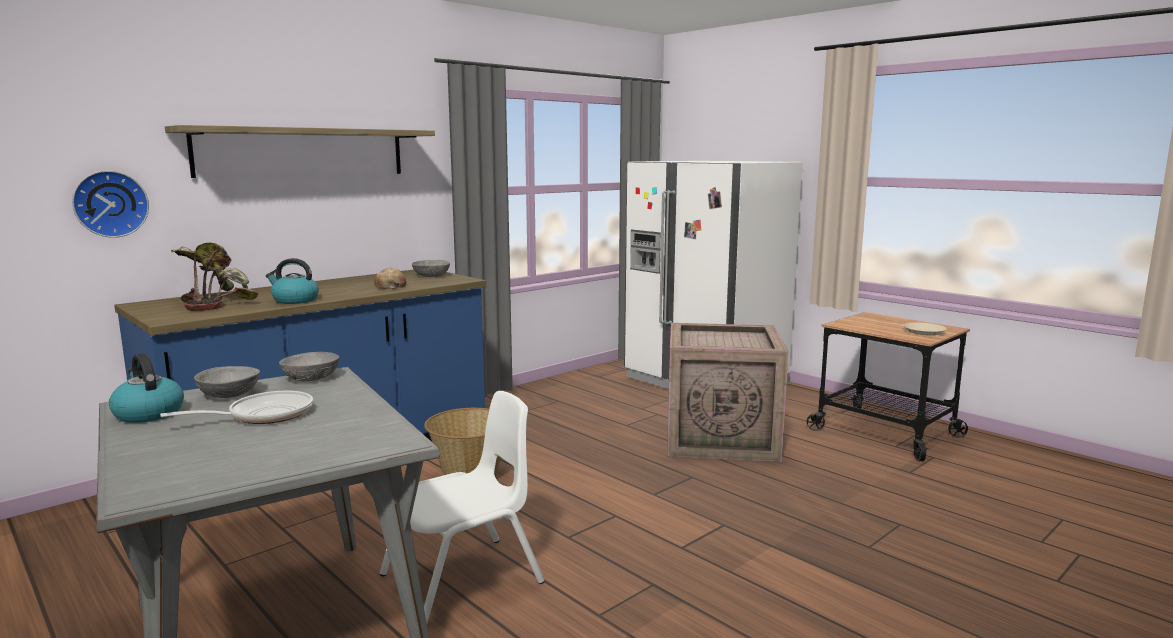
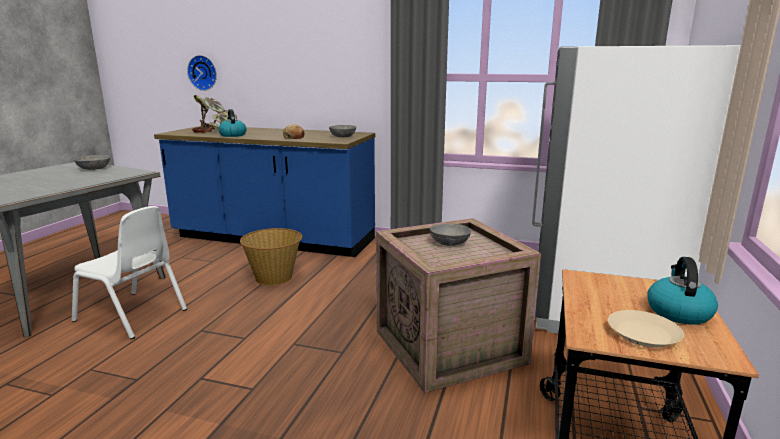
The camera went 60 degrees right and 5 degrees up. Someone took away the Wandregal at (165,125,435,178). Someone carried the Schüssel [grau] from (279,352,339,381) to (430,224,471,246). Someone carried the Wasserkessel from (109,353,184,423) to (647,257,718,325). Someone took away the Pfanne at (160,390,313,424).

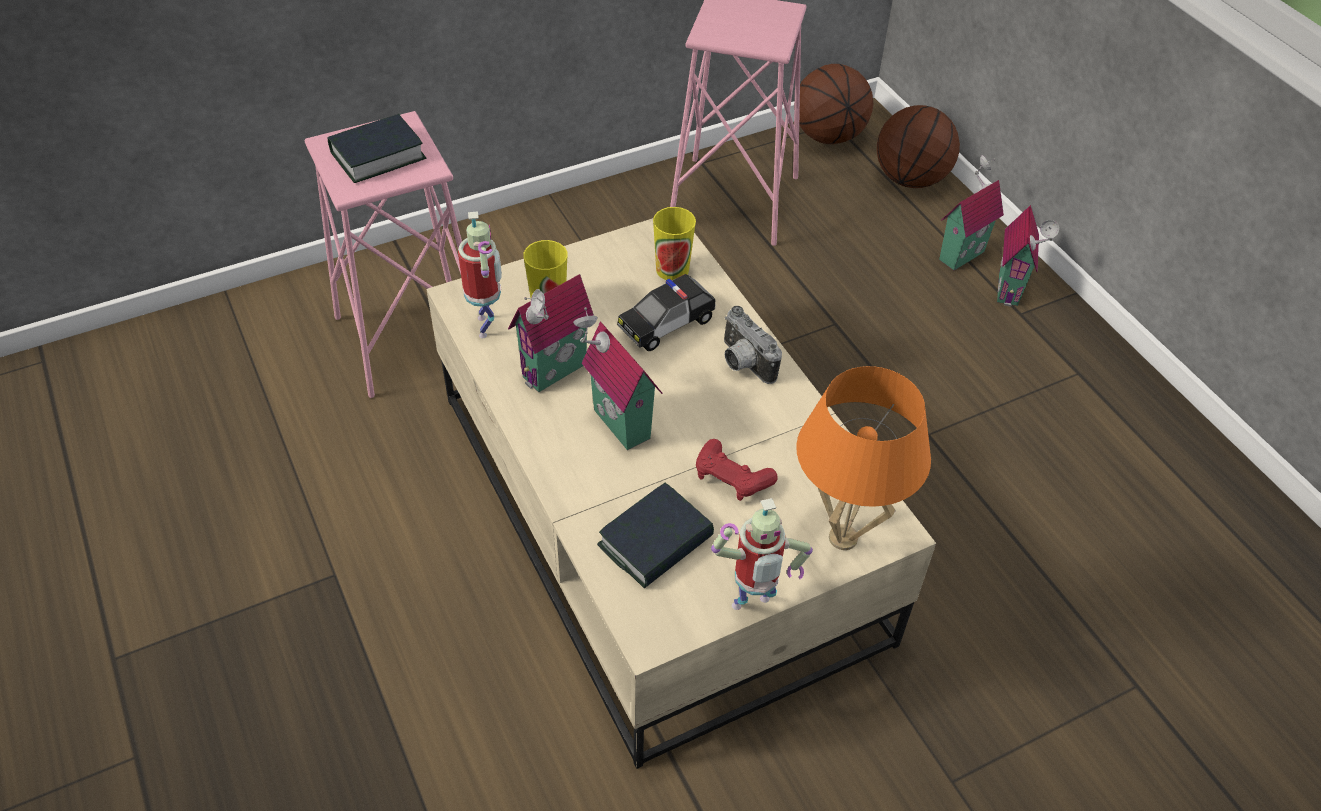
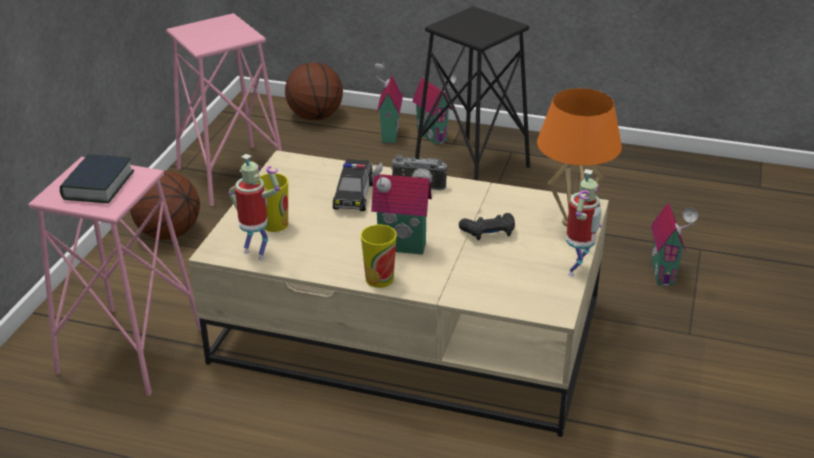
The camera went 45 degrees left and 15 degrees down. Someone carried the Basketball from (794,64,873,144) to (130,171,200,240). Someone carried the Tasse from (653,207,696,280) to (361,225,397,288). Someone carried the Spielzeughaus from (508,274,594,392) to (651,202,698,287). Someone repainted the Gamepad [rot] at (696,439,777,501), which became the Gamepad [schwarz] at (459,213,515,240). Someone took away the Buch at (597,482,714,588). Someone put down the Hocker [schwarz] at (415,6,530,180).

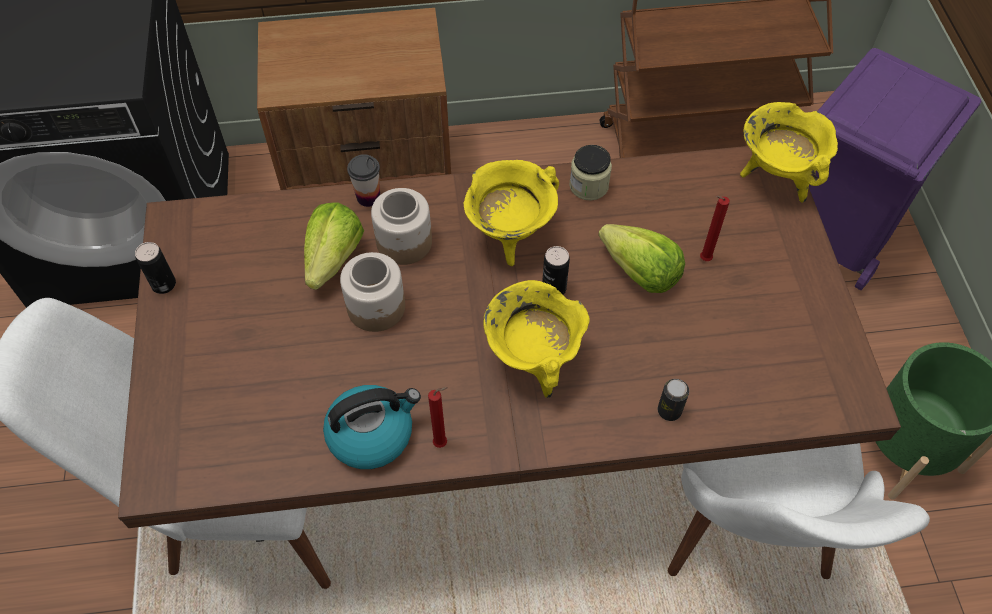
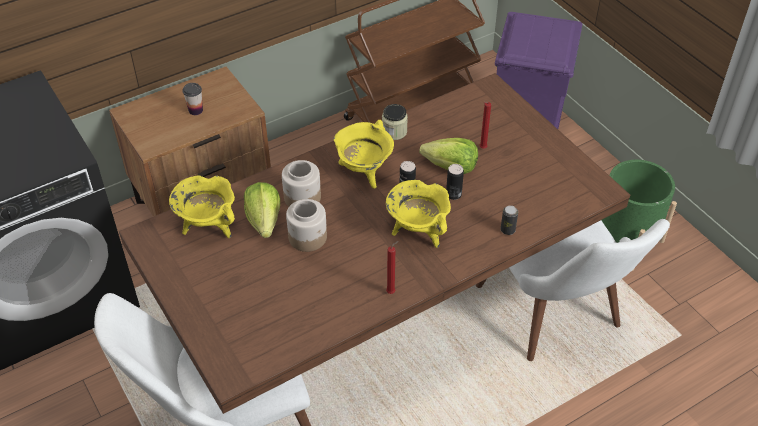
The camera went 25 degrees left and 10 degrees down. Someone carried the Kochtopf [gelb] from (740,102,838,203) to (169,175,235,238). Someone carried the Tasse from (347,154,380,207) to (182,83,203,115). Someone carried the Dose from (135,242,176,294) to (446,164,464,200). Someone took away the Wasserkessel at (323,385,421,469).

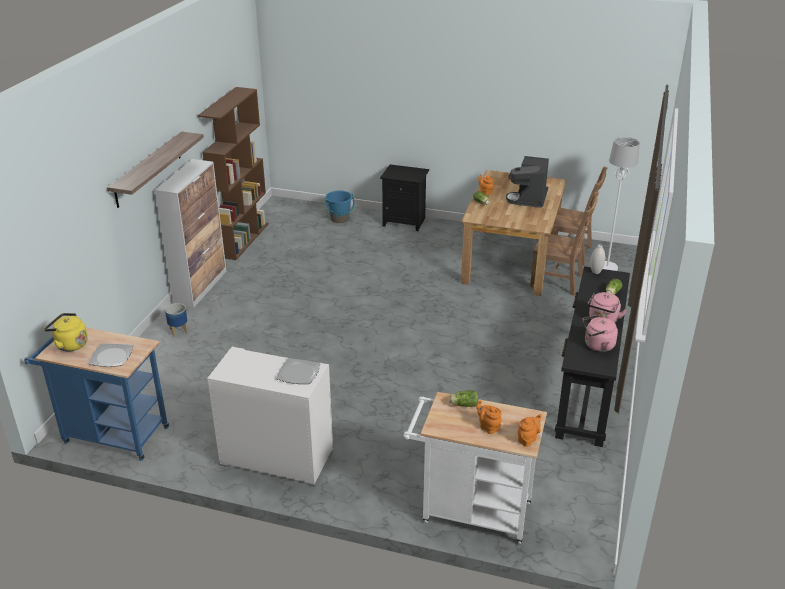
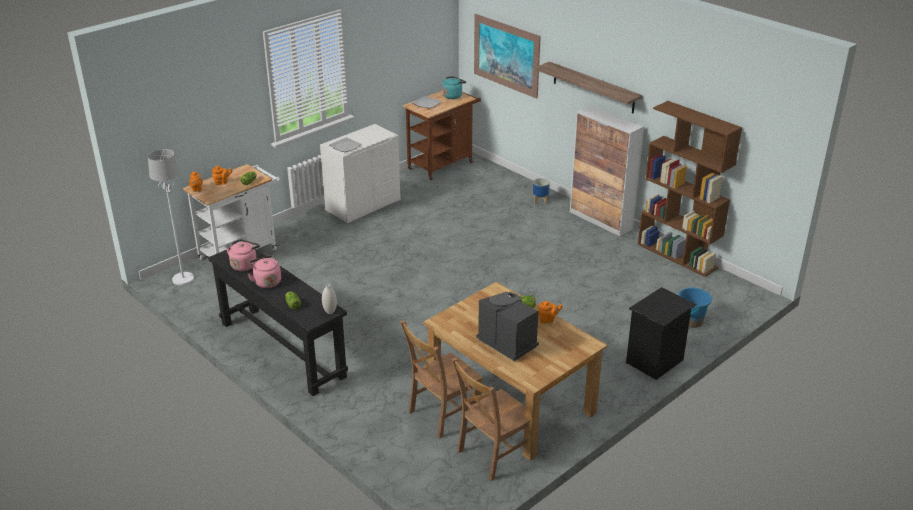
The camera went 120 degrees right and 0 degrees up. Someone carried the Stehlampe [weiß] from (603,137,640,271) to (148,149,194,285). Someone repainted the Wasserkessel [gelb] at (44,313,88,351), which became the Wasserkessel [türkis] at (442,76,466,99). Someone repainted the Rollwagen [blau] at (24,328,169,461), which became the Rollwagen [braun] at (403,91,481,180). Someone put up the Bild at (474,14,541,99).

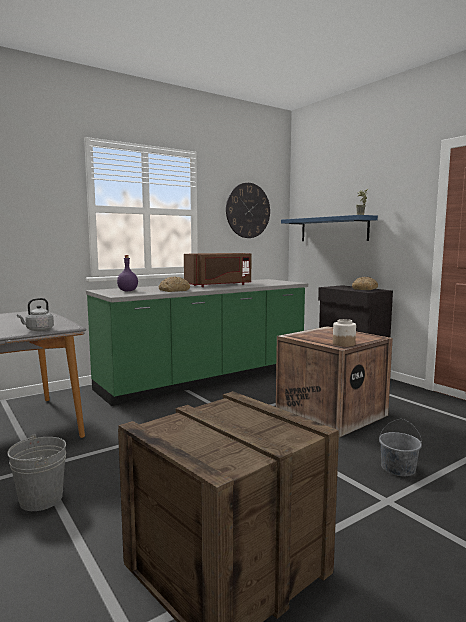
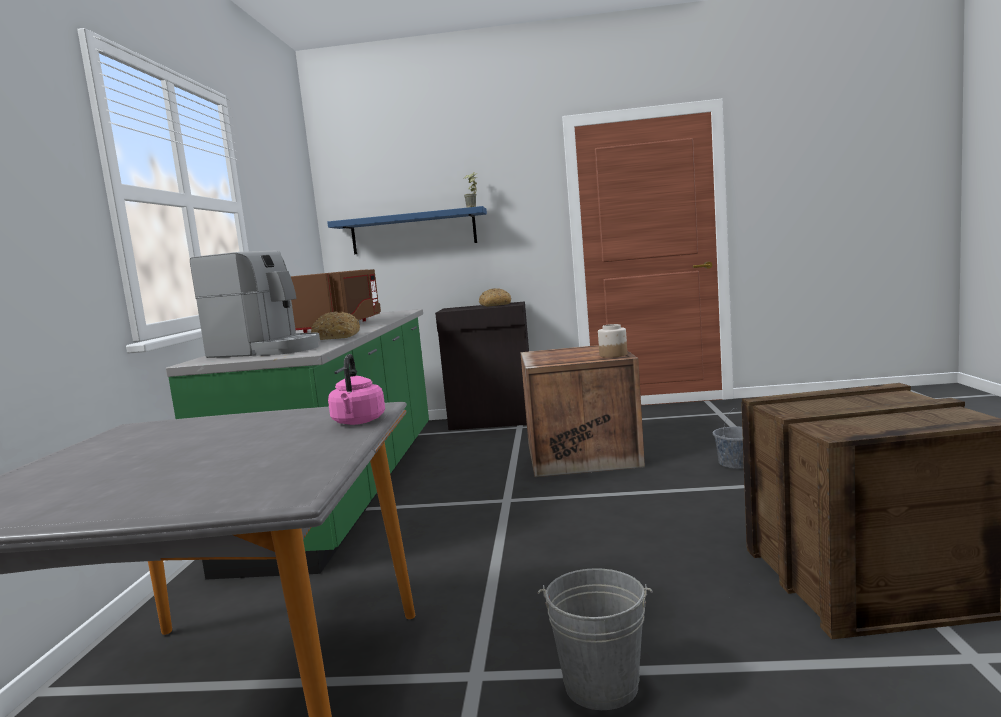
The camera went 50 degrees left and 0 degrees up. Someone took away the Wanduhr at (226,183,270,238). Someone swapped the Flasche [lila] at (117,255,138,291) for the Kaffeemaschine at (190,251,320,358). Someone repainted the Wasserkessel [grau] at (17,298,54,331), which became the Wasserkessel [rosa] at (328,354,385,425).

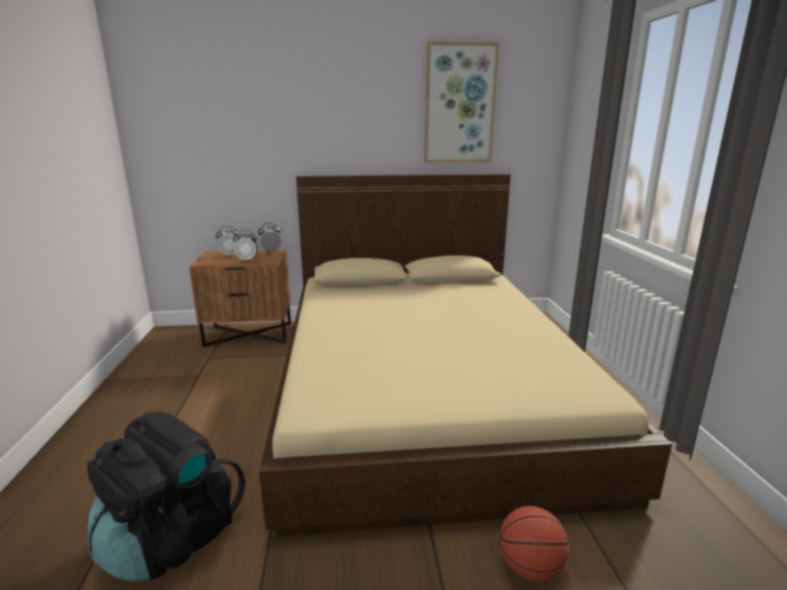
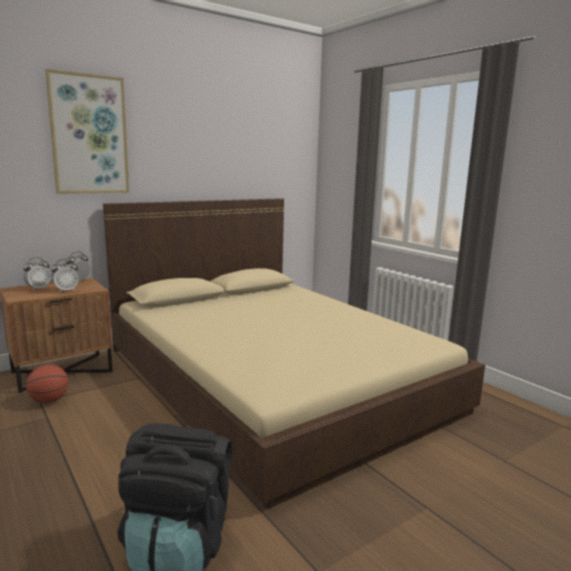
The camera went 30 degrees left and 5 degrees down. Someone carried the Bild from (424,41,499,162) to (45,69,129,194). Someone carried the Basketball from (499,506,569,581) to (26,364,69,403).

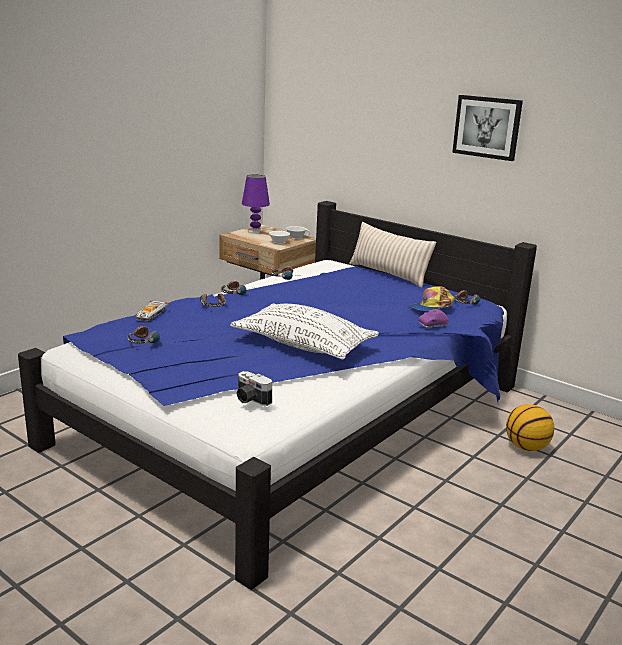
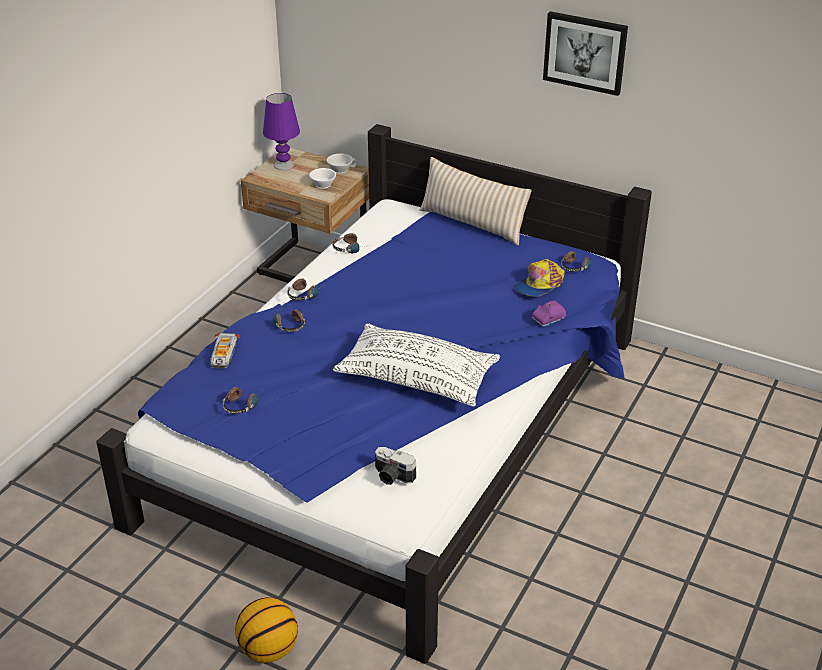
The camera went 10 degrees left and 15 degrees up. Someone carried the Basketball from (506,404,554,451) to (235,597,298,663).

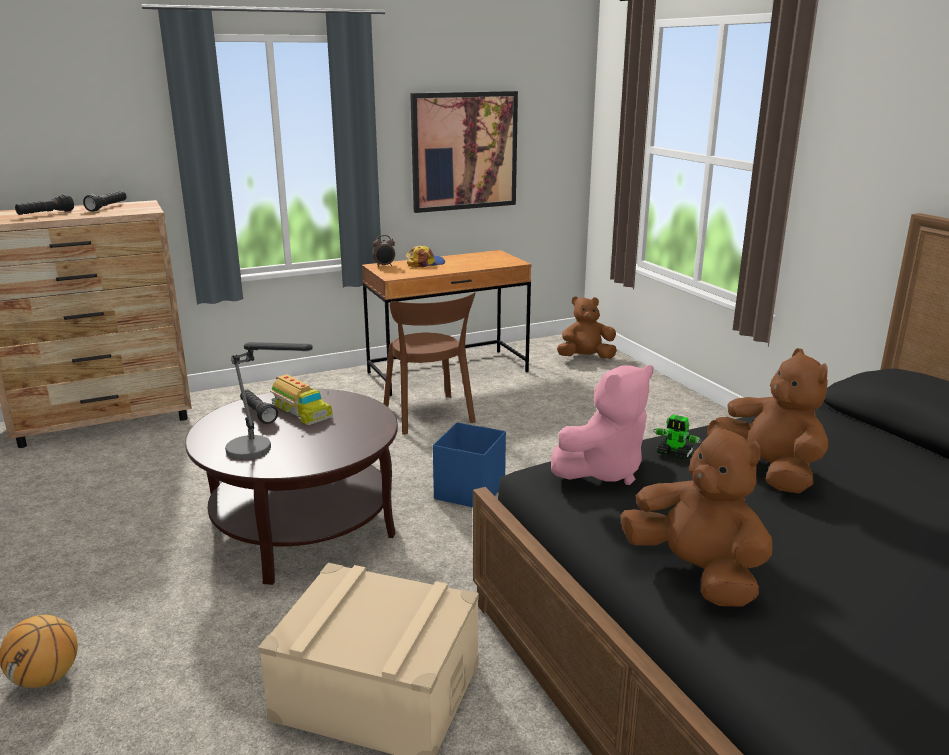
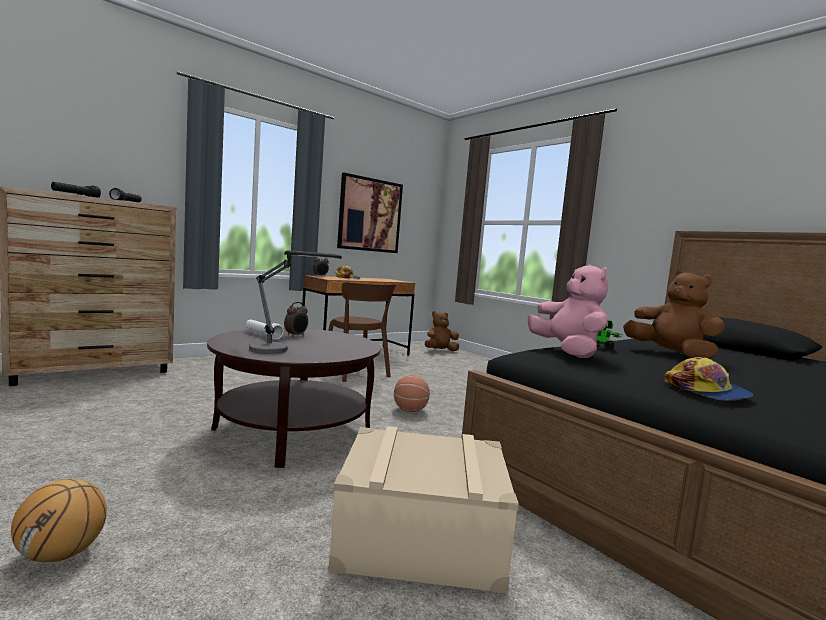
The camera went 15 degrees left and 15 degrees down. Someone rotated the Plüschtier [rosa] at (551,365,654,485) by 60 degrees counterclockwise. Someone swapped the Spielzeuglaster at (270,374,333,425) for the Wecker at (284,302,308,337). Someone repainted the Taschenlampe [schwarz] at (240,390,278,424), which became the Taschenlampe [weiß] at (246,319,284,340). Someone swapped the Plüschtier [braun] at (620,420,773,607) for the Kappe at (664,357,753,401). Someone swapped the Aufbewahrungsbox [blau] at (433,422,506,507) for the Basketball at (394,375,430,412).

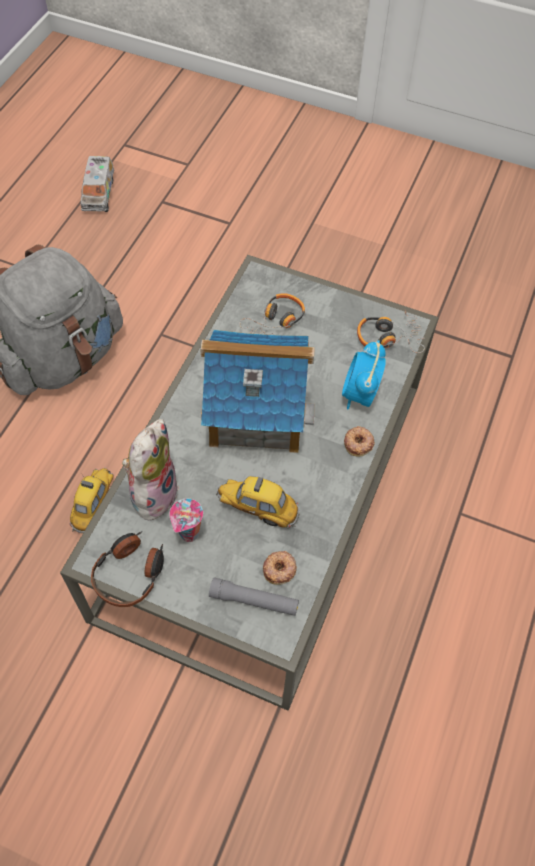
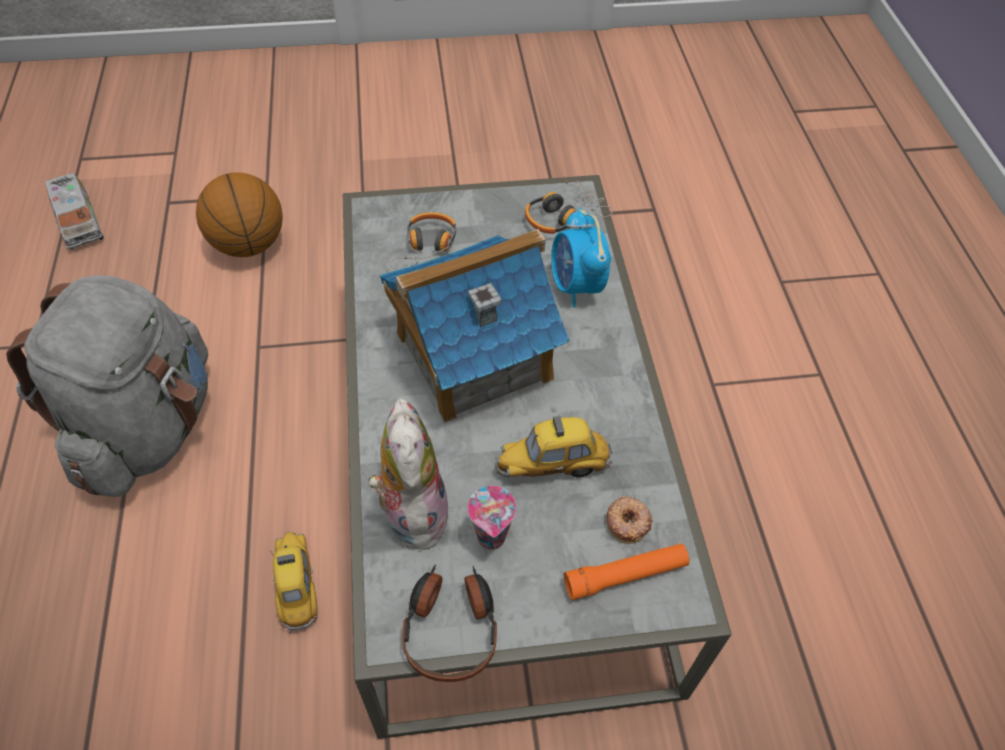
The camera went 30 degrees left and 5 degrees down. Someone took away the Donut at (344,426,375,457). Someone repainted the Taschenlampe [grau] at (209,577,299,616), which became the Taschenlampe [orange] at (564,544,690,600). Someone put down the Basketball at (196,172,283,257).

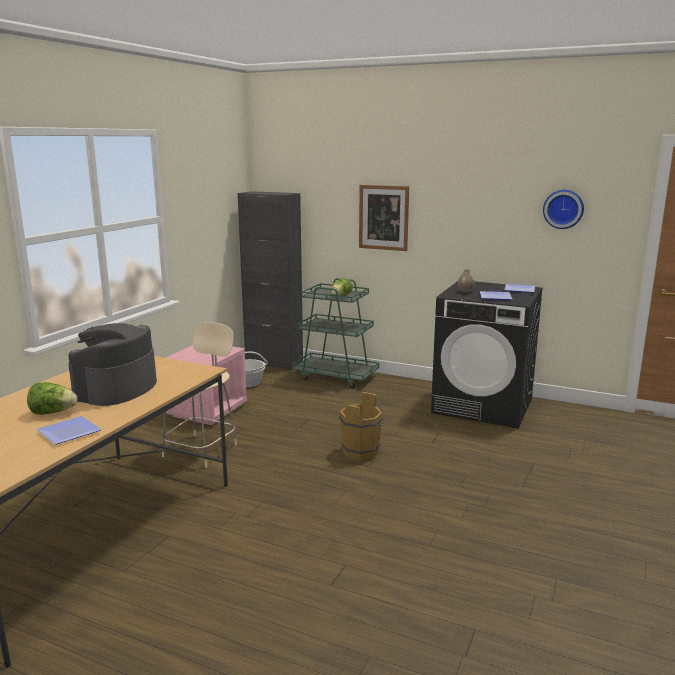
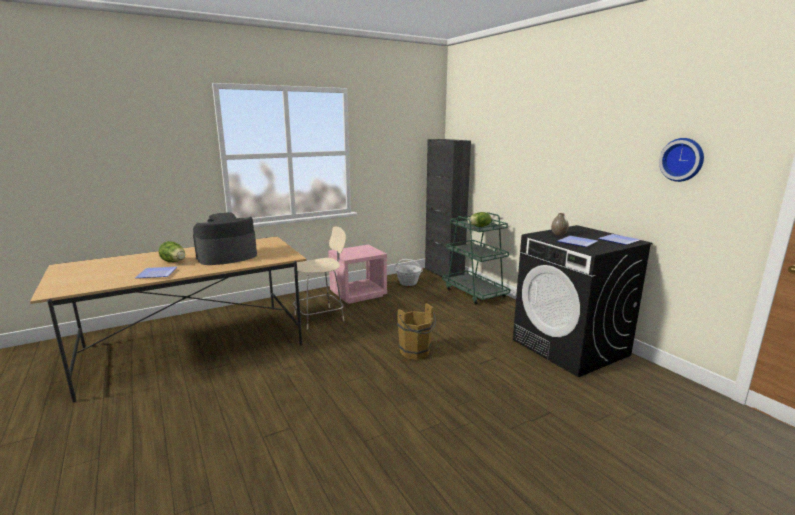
The camera went 35 degrees right and 0 degrees up. Someone took away the Bild at (359,185,409,251).

